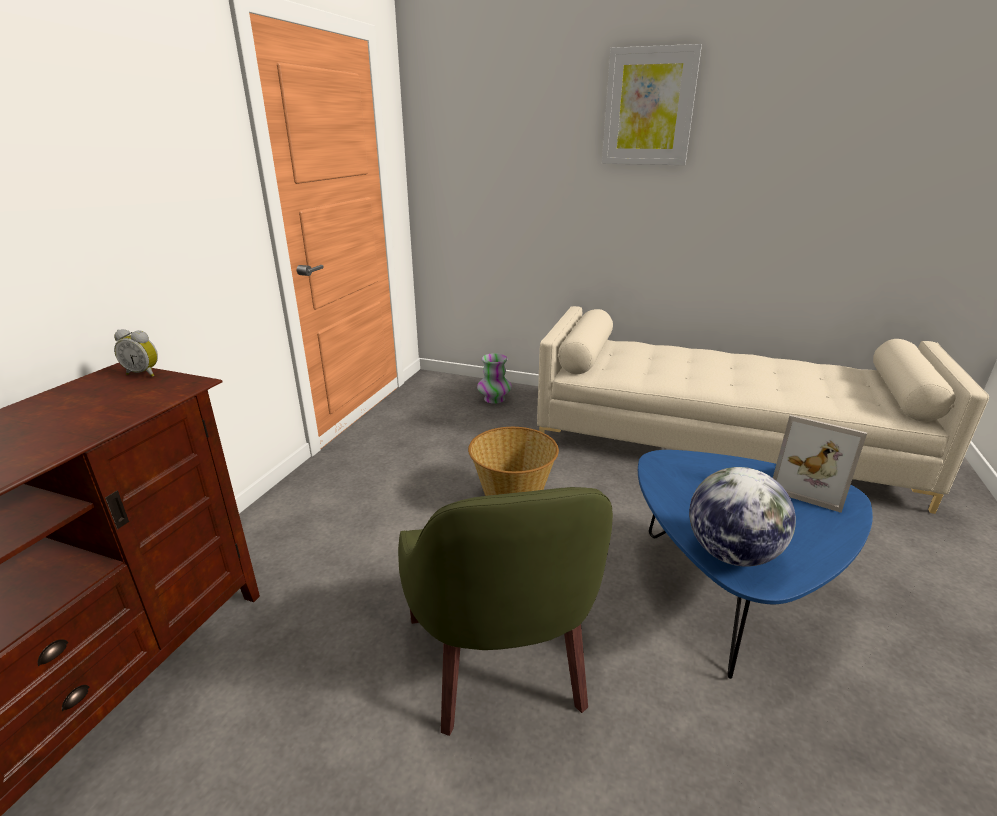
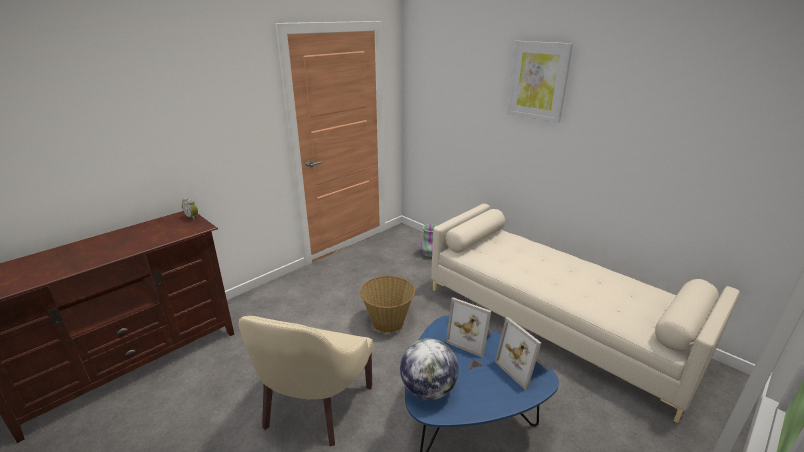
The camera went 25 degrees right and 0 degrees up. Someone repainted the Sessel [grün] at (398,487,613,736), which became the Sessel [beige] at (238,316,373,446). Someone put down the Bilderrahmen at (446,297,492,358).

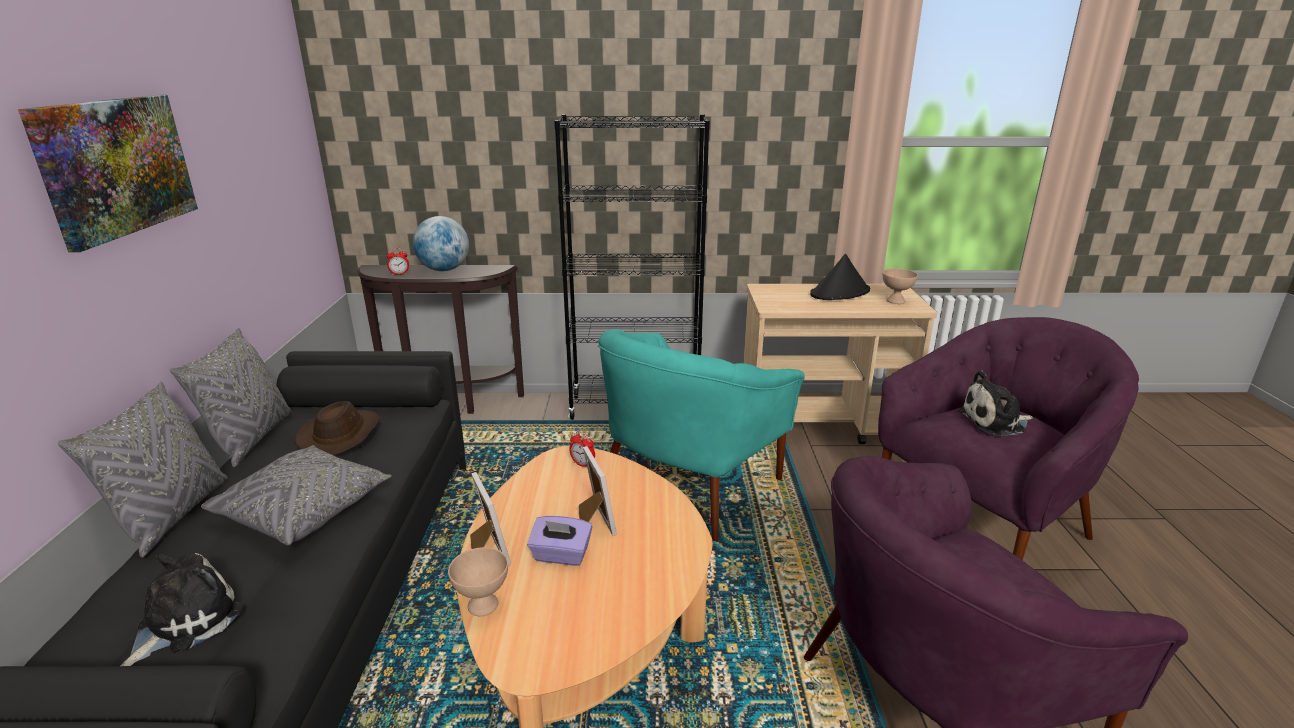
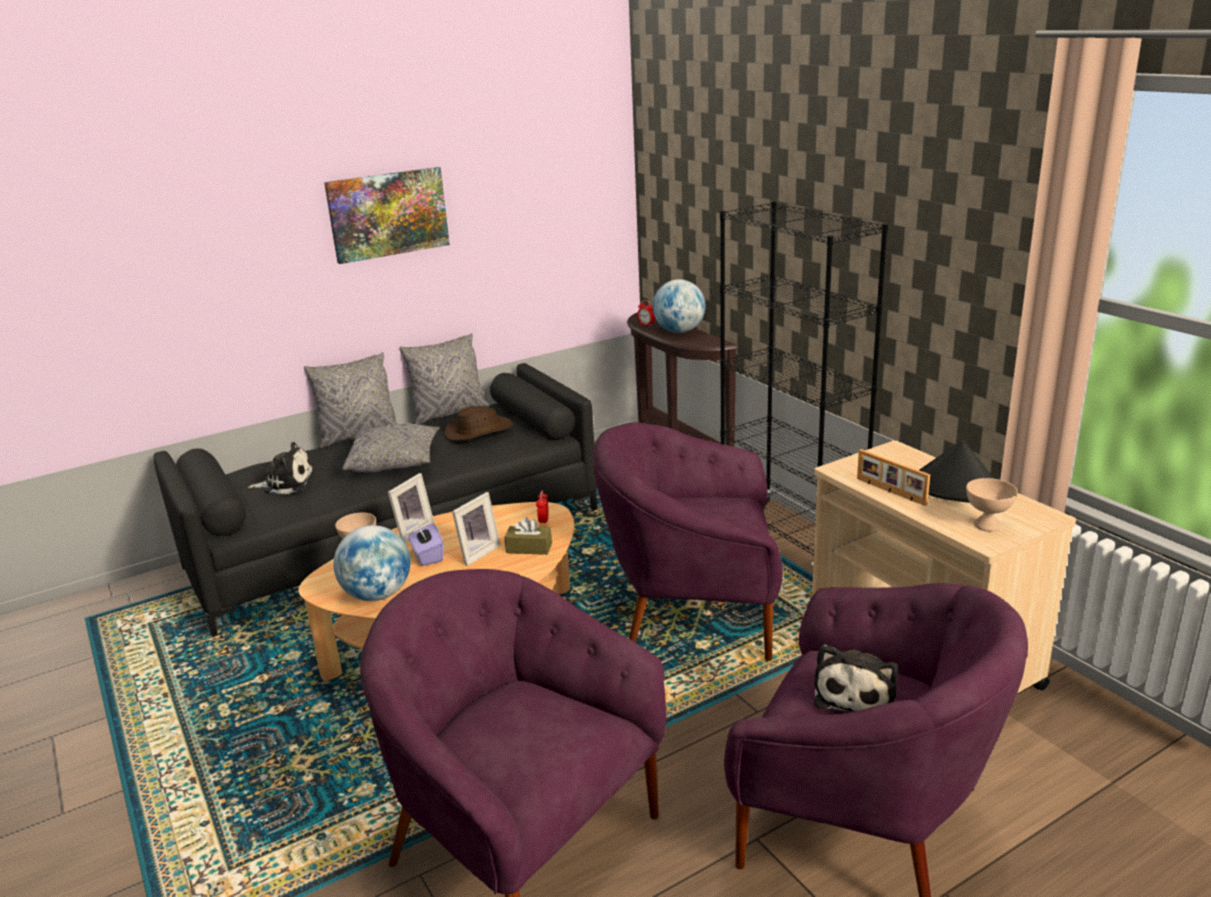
The camera went 60 degrees right and 0 degrees up. Someone repainted the Sessel [türkis] at (598,329,804,541), which became the Sessel [lila] at (592,423,783,661). Someone rotated the Plüschtier at (958,370,1033,436) by 120 degrees counterclockwise. Someone put down the Bilderrahmen at (857,449,930,506). Someone put down the Taschentuchbox [braun] at (504,517,552,555). Someone put down the Globus at (333,525,410,601).

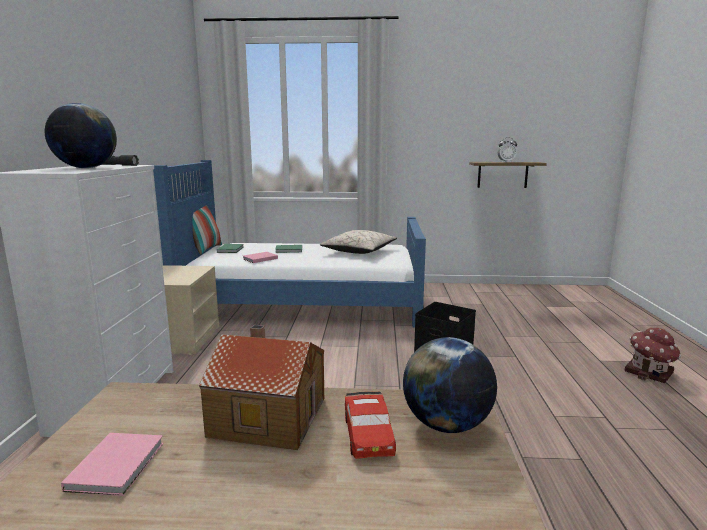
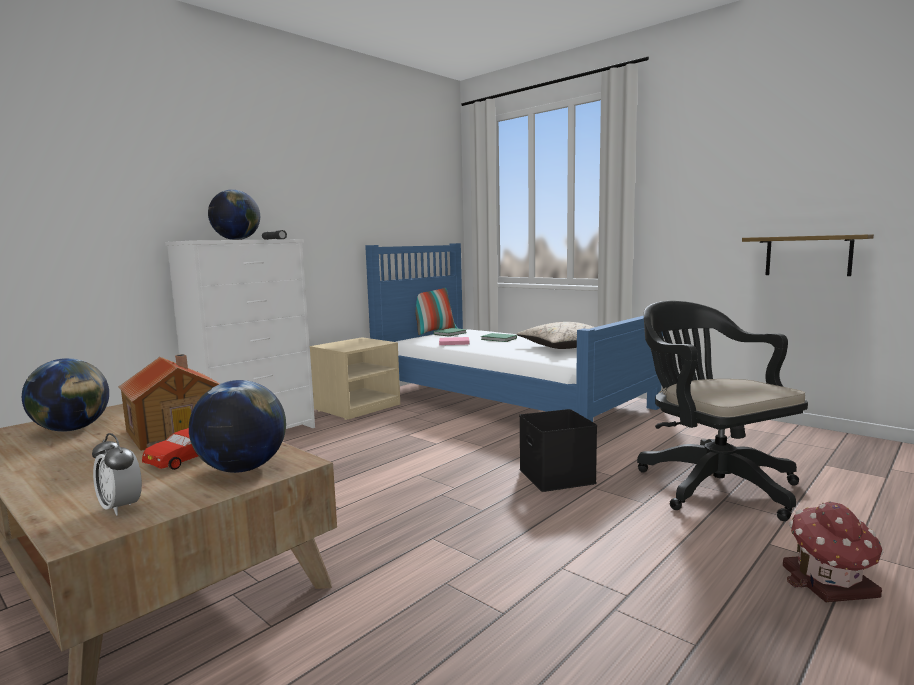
The camera went 40 degrees right and 5 degrees down. Someone carried the Wecker from (498,137,517,162) to (92,433,142,516). Someone swapped the Buch [rosa] at (61,433,164,496) for the Globus at (22,358,109,432). Someone put down the Bürostuhl [schwarz] at (637,301,808,521).

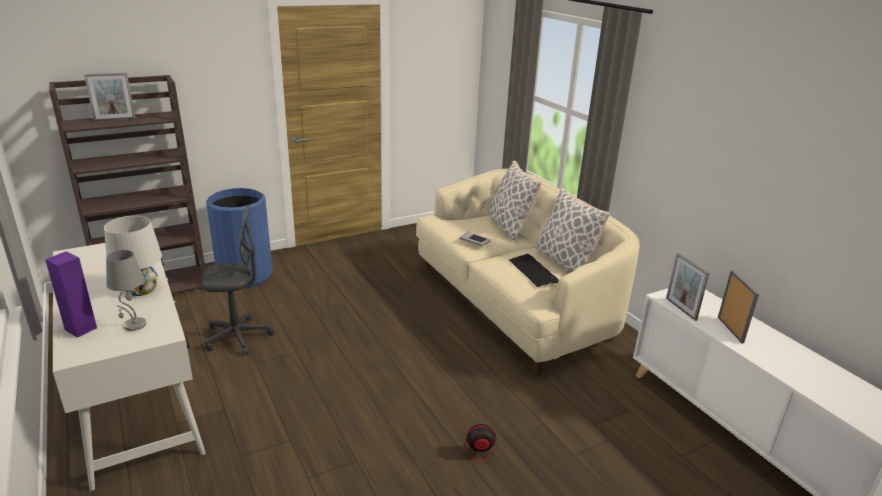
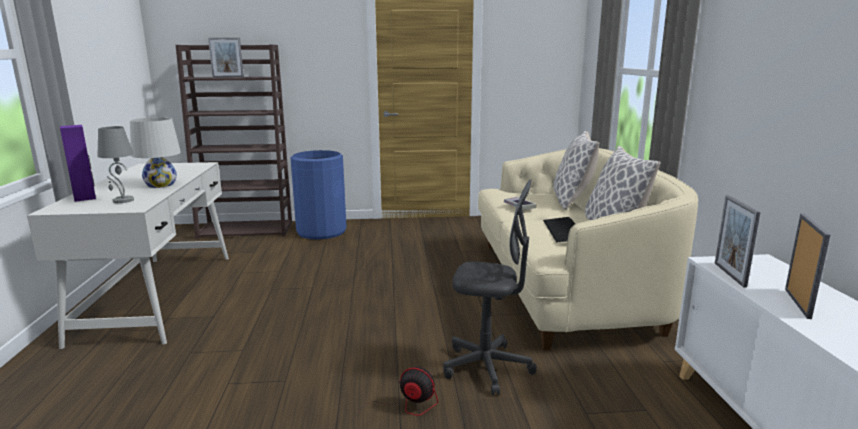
The camera went 25 degrees right and 10 degrees down. Someone carried the Bürostuhl [grau] from (202,204,274,356) to (443,180,537,395).

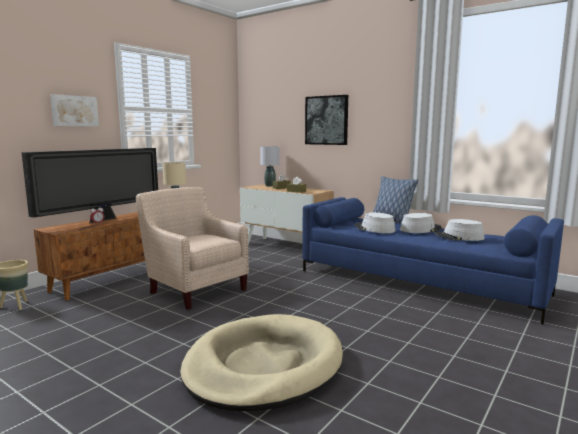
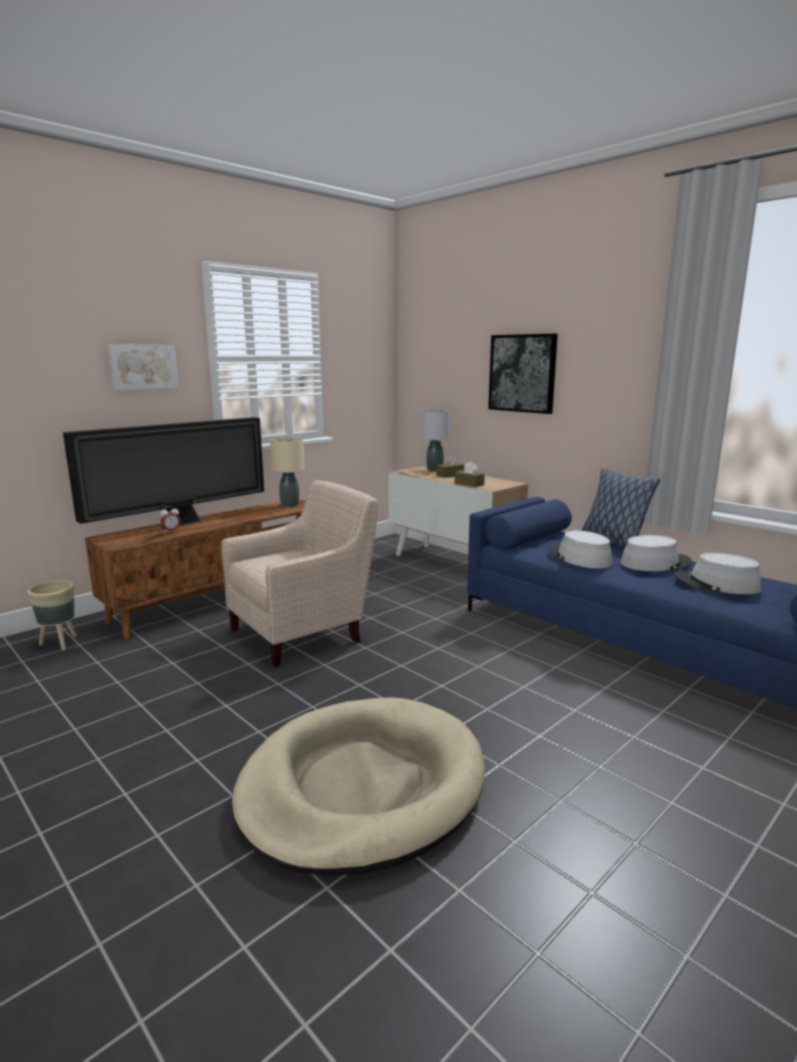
The camera went 10 degrees right and 5 degrees up. Someone rotated the Sessel [beige] at (136,187,249,310) by 90 degrees clockwise.

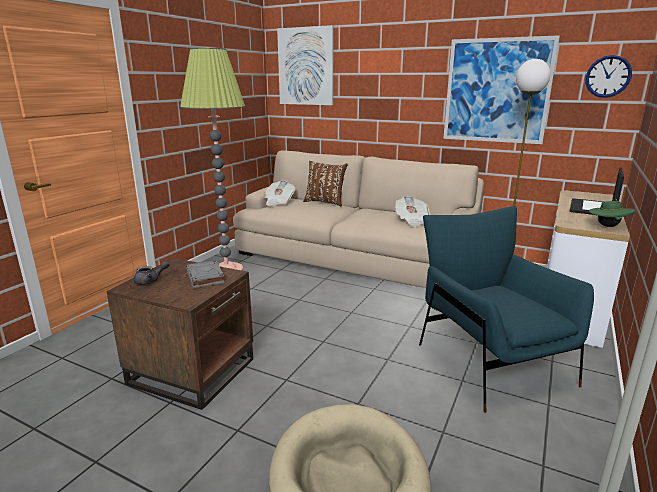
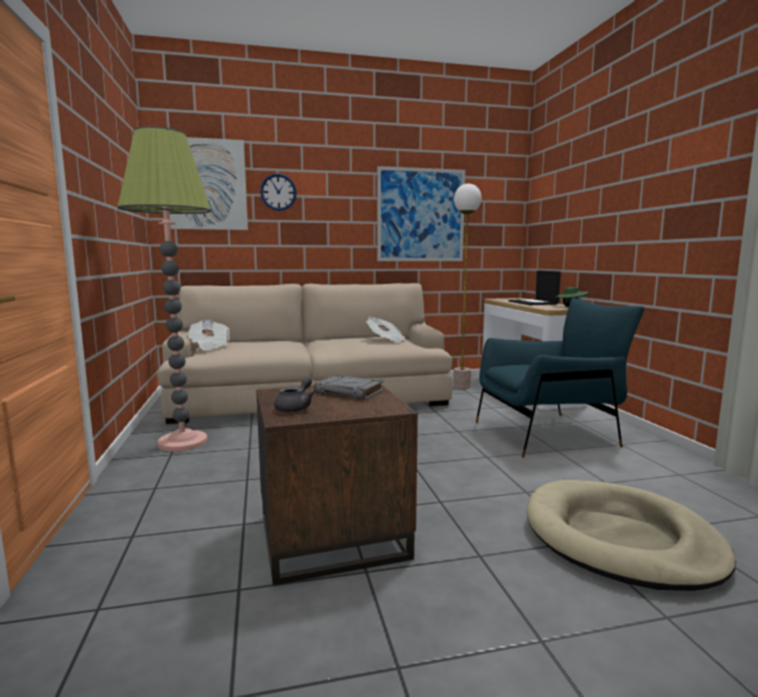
The camera went 40 degrees left and 10 degrees down. Someone carried the Wanduhr from (585,55,632,98) to (260,174,297,211). Someone took away the Kissen [braun] at (303,161,348,206). Someone rotated the Sessel [blau] at (419,206,594,413) by 135 degrees clockwise.

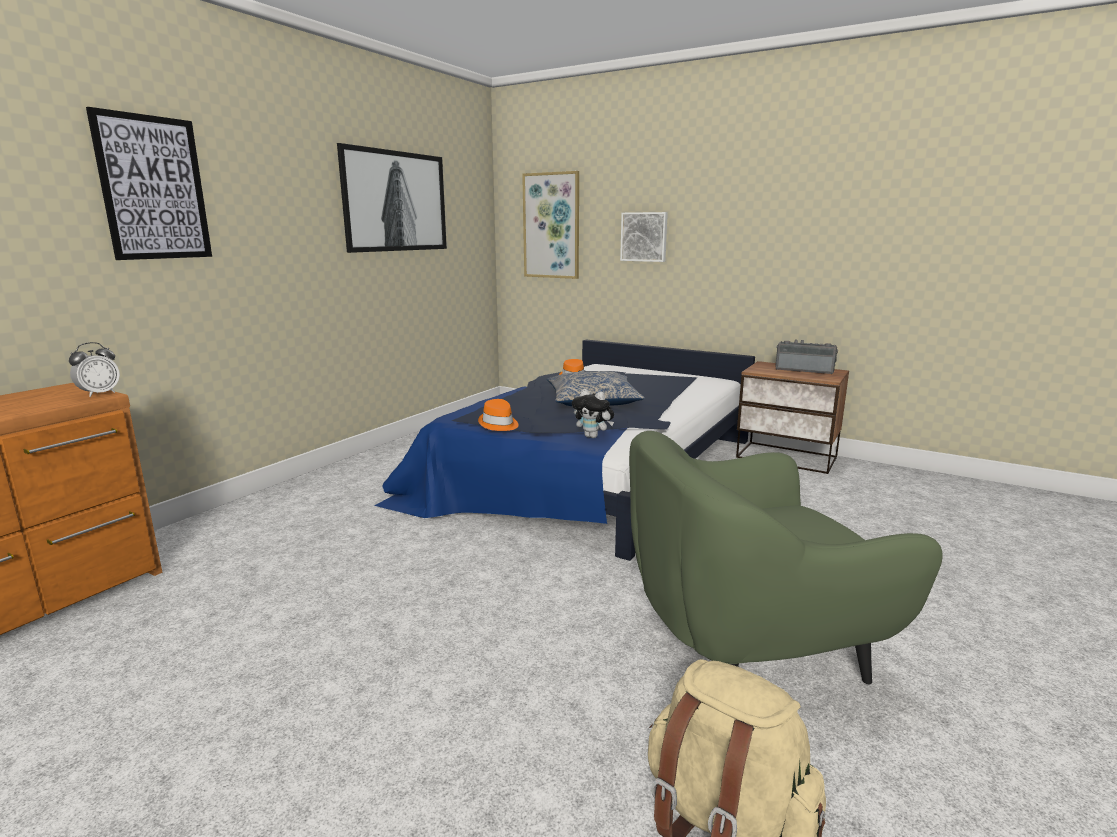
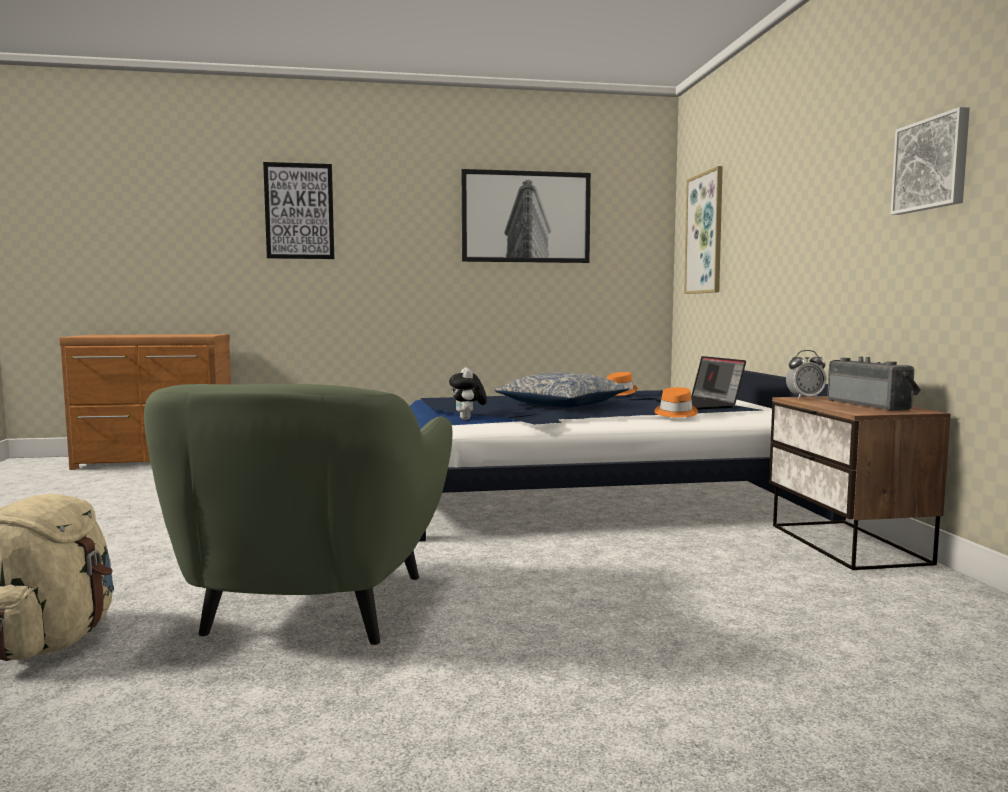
The camera went 50 degrees right and 10 degrees down. Someone carried the Bild from (620,212,668,262) to (890,107,970,215). Someone carried the Wecker from (69,342,120,397) to (786,350,826,399). Someone carried the Hut [orange] from (478,399,519,431) to (655,387,698,417). Someone rotated the Sessel [grün] at (629,431,943,684) by 120 degrees counterclockwise. Someone put down the Laptop at (655,356,746,410).

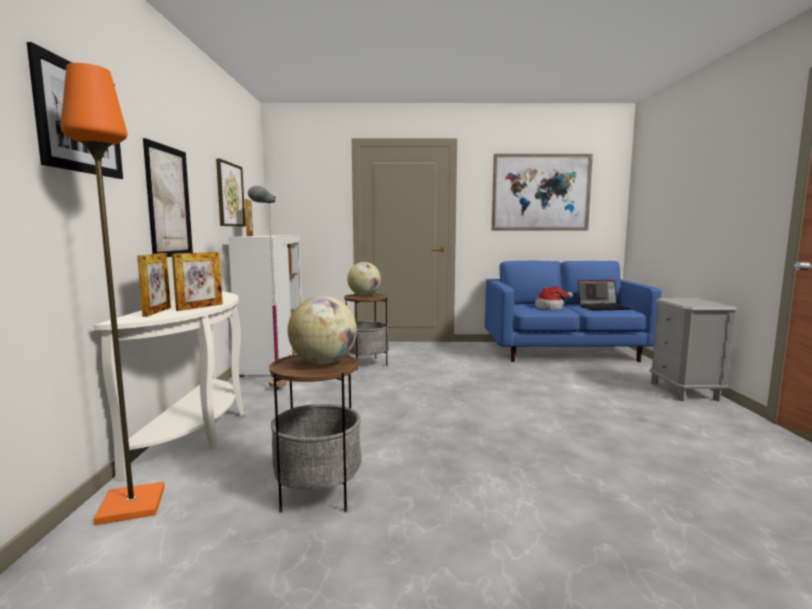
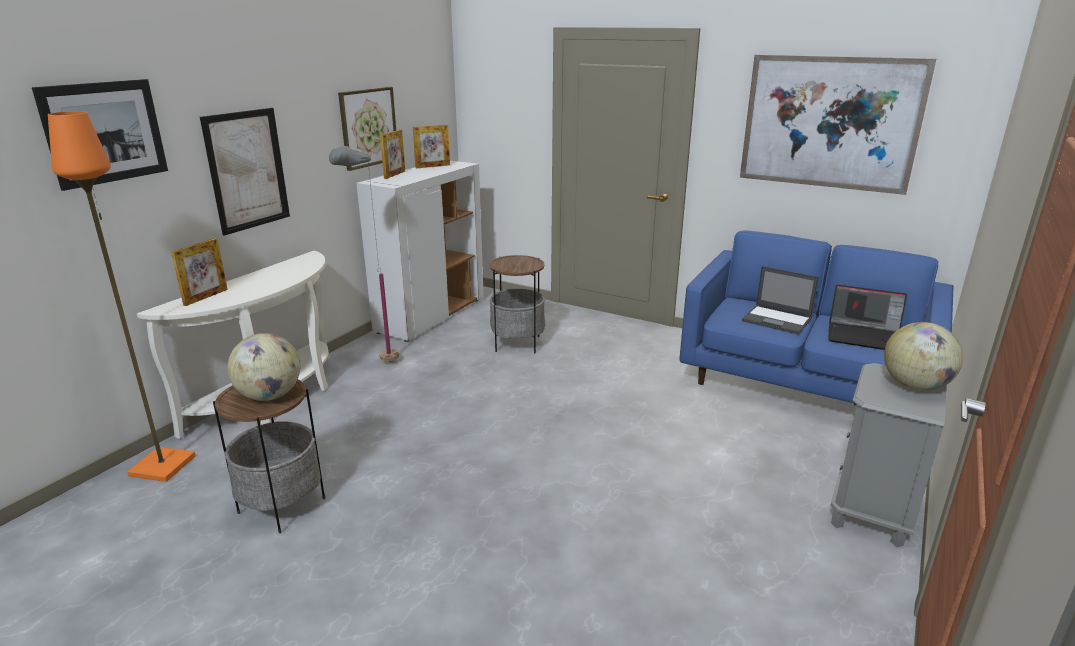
The camera went 30 degrees right and 15 degrees up. Someone carried the Bilderrahmen from (172,252,223,311) to (413,125,450,169). Someone carried the Globus from (347,262,381,296) to (884,322,963,391). Someone swapped the Hut at (535,286,573,310) for the Laptop at (742,266,819,335).

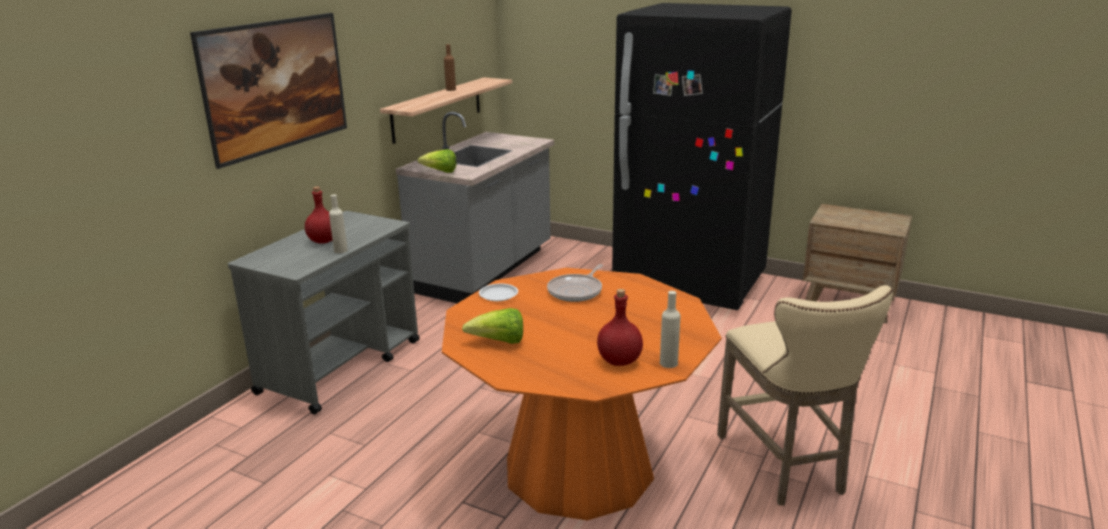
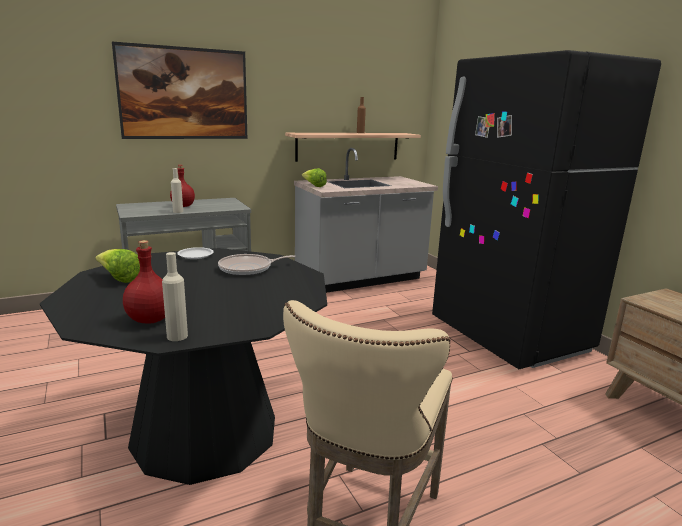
The camera went 35 degrees right and 5 degrees down. Someone repainted the Esstisch [orange] at (442,268,722,521), which became the Esstisch [schwarz] at (40,248,327,485).

